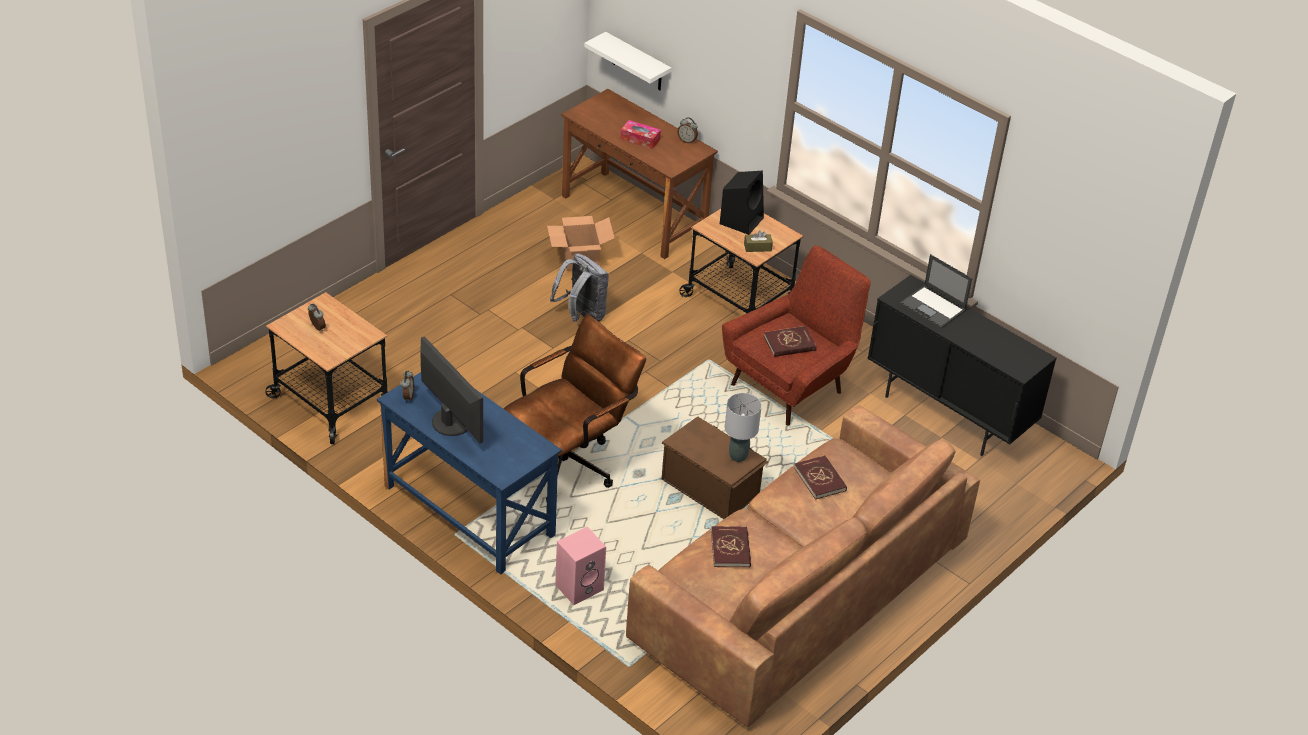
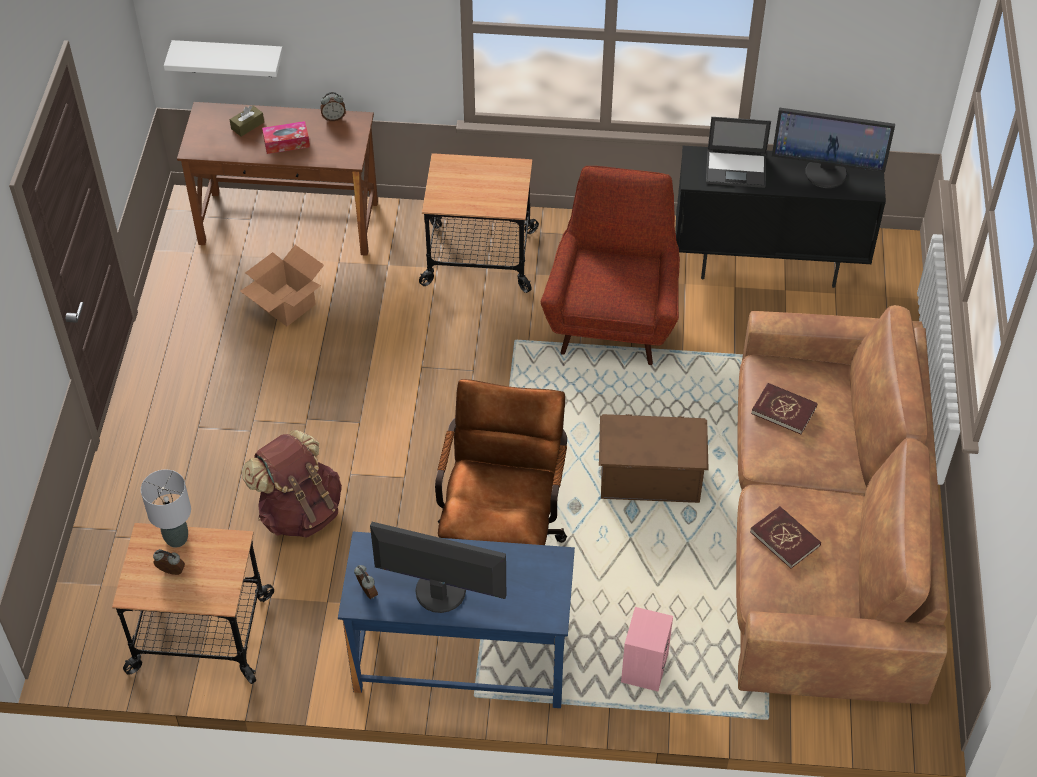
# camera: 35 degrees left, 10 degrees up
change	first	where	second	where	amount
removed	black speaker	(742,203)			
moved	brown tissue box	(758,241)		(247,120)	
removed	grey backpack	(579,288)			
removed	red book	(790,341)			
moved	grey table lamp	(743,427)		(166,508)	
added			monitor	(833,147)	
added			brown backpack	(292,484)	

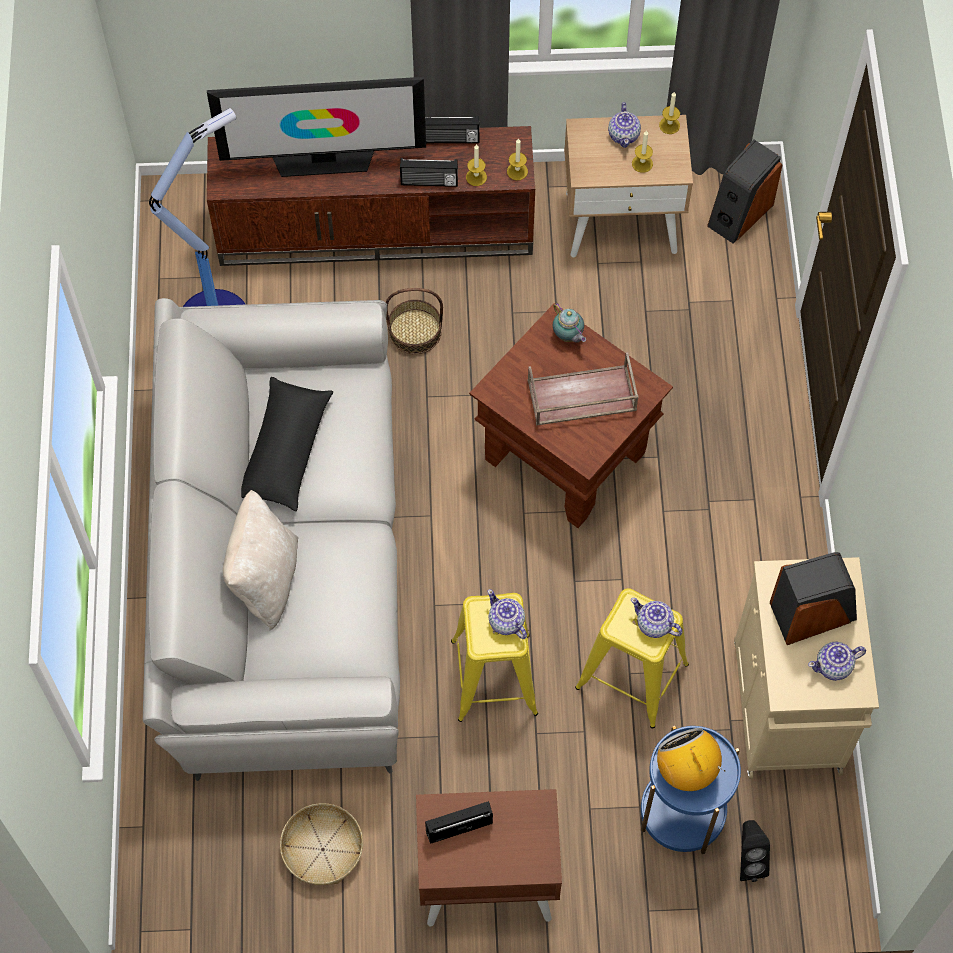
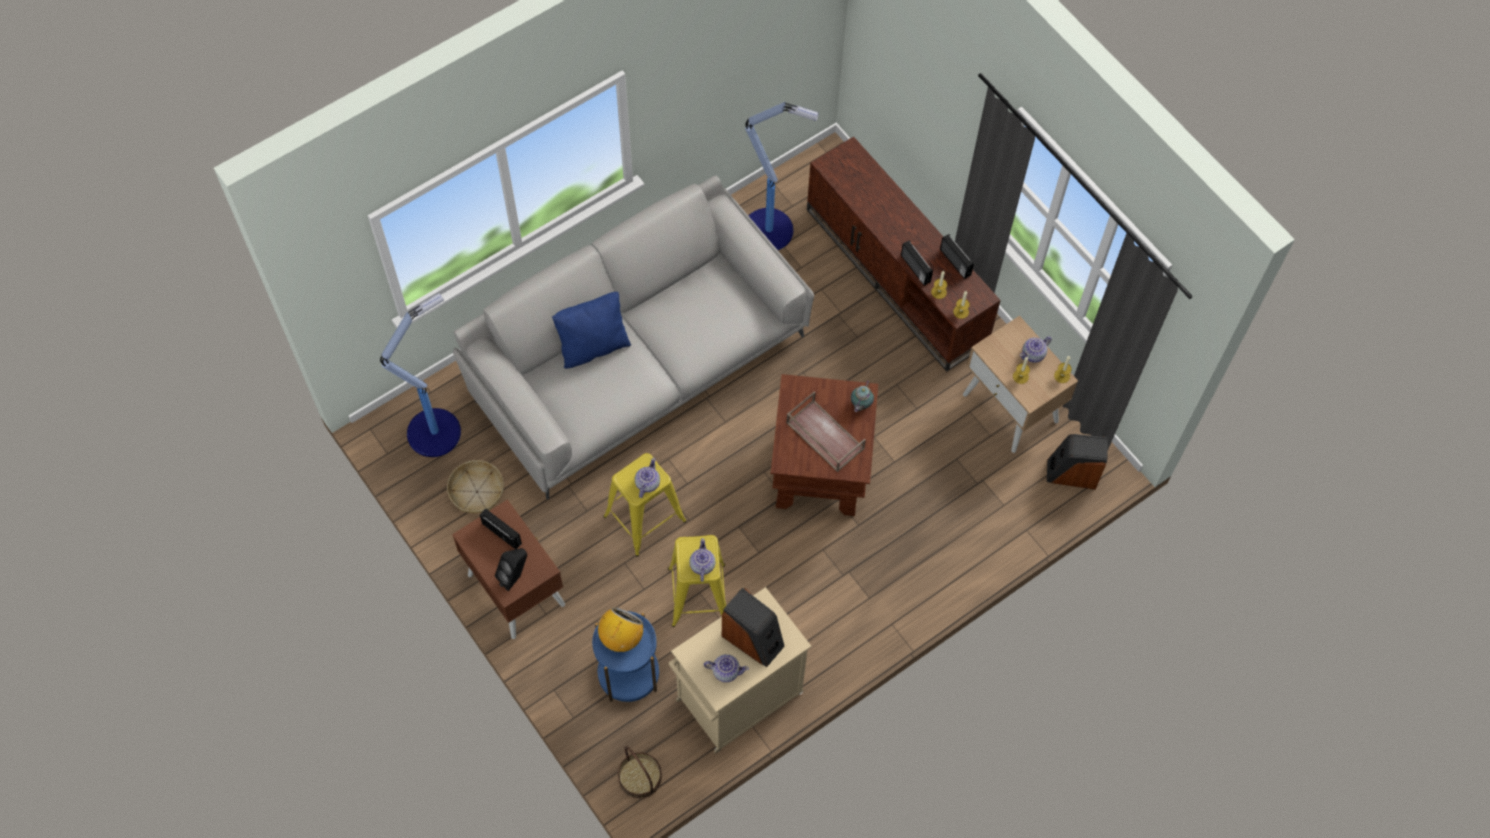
# camera: 55 degrees right, 0 degrees up
change	first	where	second	where	amount
removed	television	(316,127)			
moved	basket	(414,321)		(640,772)	
removed	black pillow	(287,444)			
recoloured	beige pillow	(260,560)	blue pillow	(591,330)	
turned	teapot	(837,661)		(726,668)	150 degrees clockwise
moved	black speaker	(755,851)		(511,569)	
added			floor lamp	(420,375)	

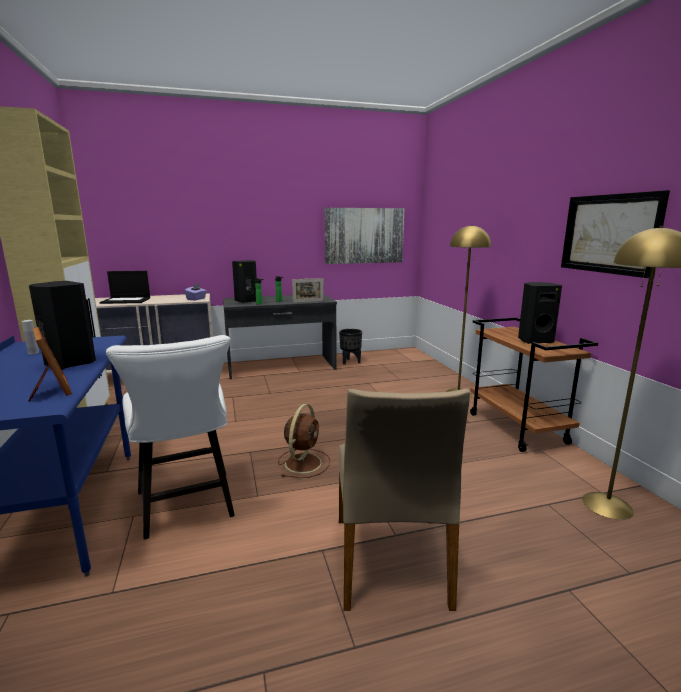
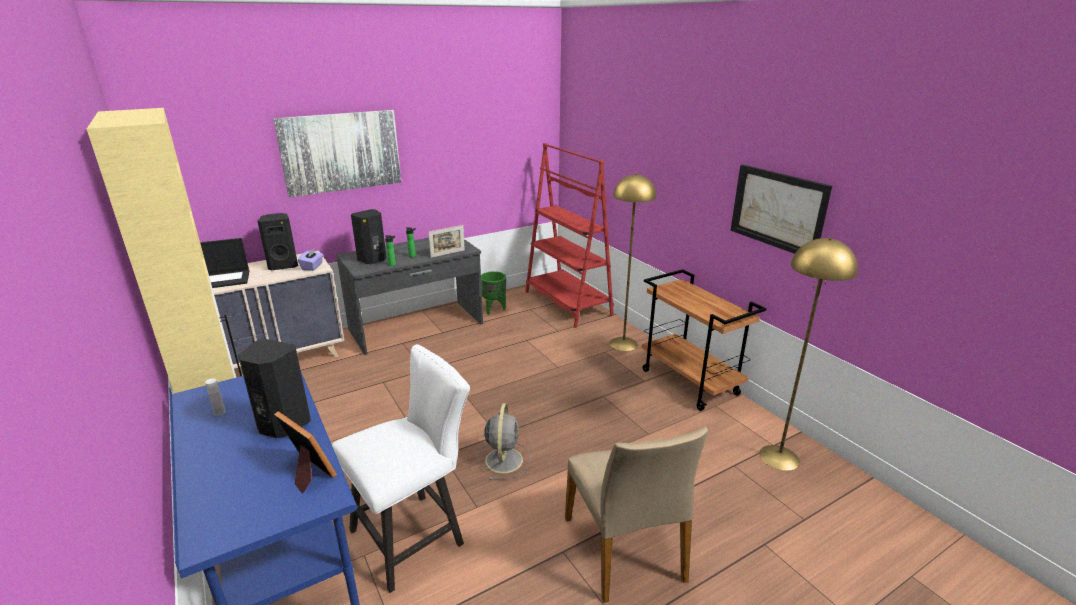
# camera: 15 degrees left, 10 degrees up
change	first	where	second	where	amount
moved	picture	(364,236)		(337,153)	
moved	black speaker	(540,313)		(278,241)	
recoloured	black planter	(350,347)	green planter	(493,293)	
turned	white chair	(170,437)		(401,468)	90 degrees counterclockwise
recoloured	brown fan	(304,441)	grey fan	(504,441)	
added			red bookcase	(569,235)	

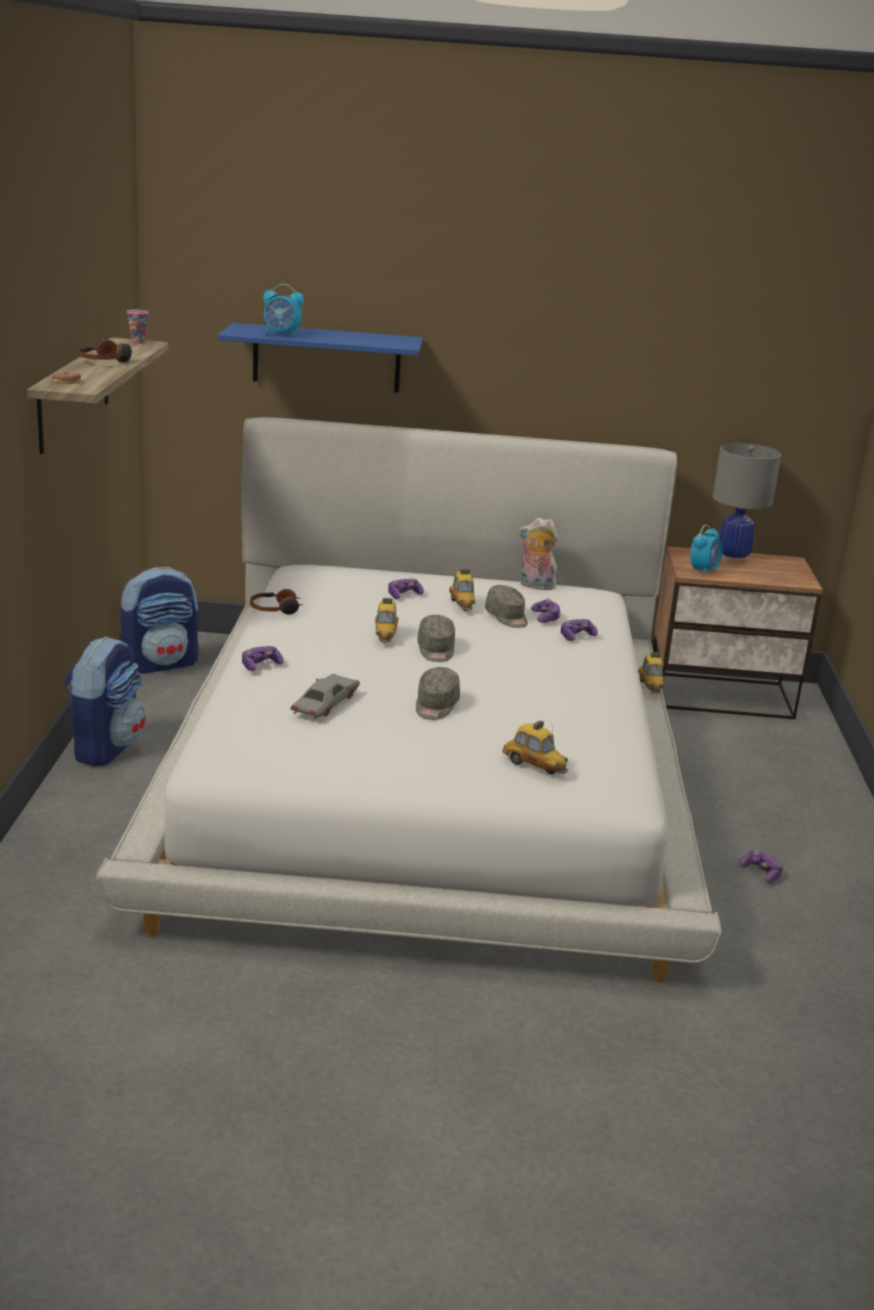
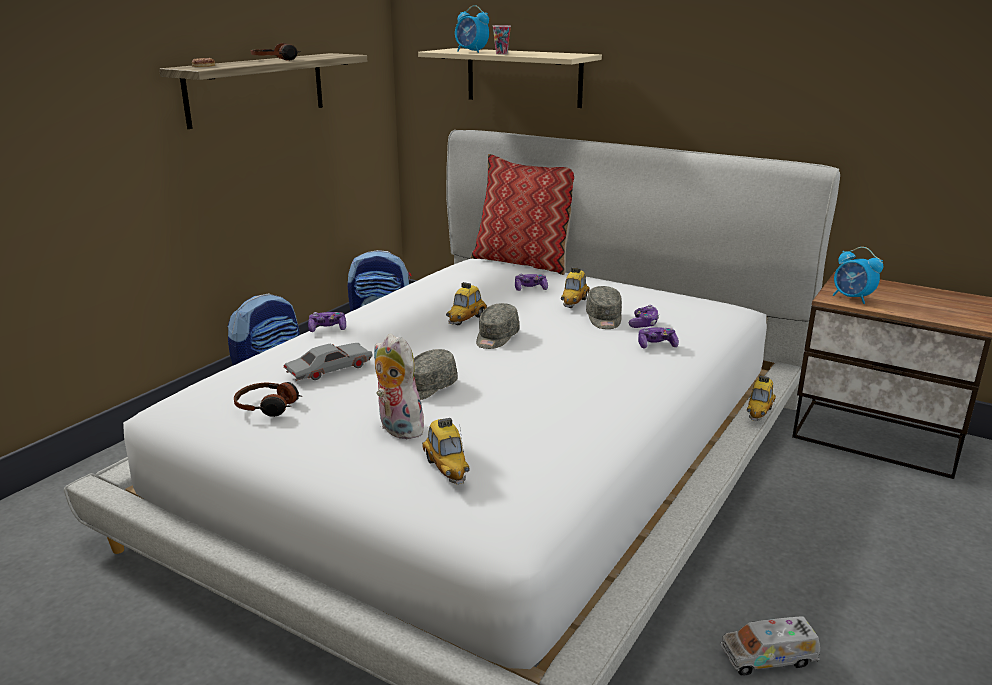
# camera: 30 degrees right, 0 degrees up
change	first	where	second	where	amount
moved	cup	(138,327)		(502,39)	
recoloured	blue shelf	(320,357)	beige shelf	(510,78)	
removed	grey table lamp	(747,503)			
moved	plush toy	(538,554)		(401,386)	
turned	alarm clock	(706,550)		(858,275)	75 degrees clockwise
moved	headphones	(276,602)		(268,399)	
replaced	game controller	(761,866)	toy truck	(770,646)	
added			pillow	(522,214)	

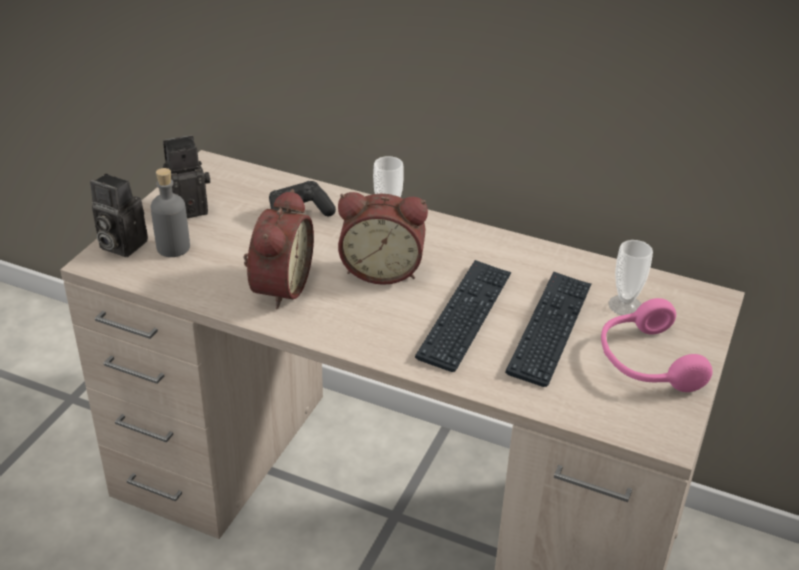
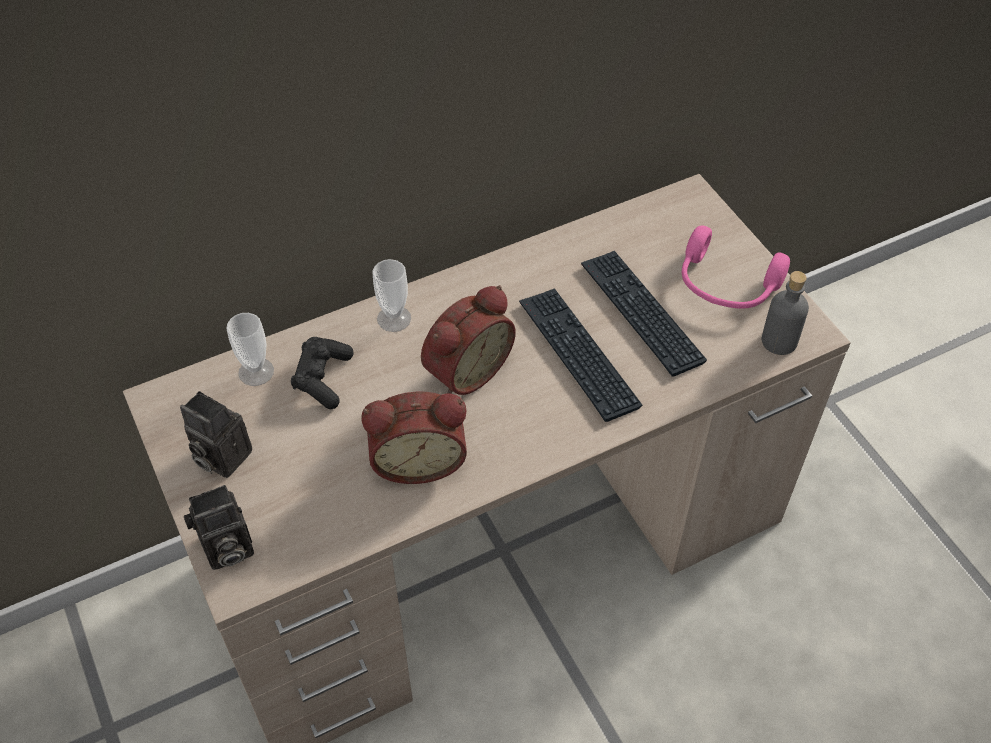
# camera: 50 degrees left, 15 degrees up
change	first	where	second	where	amount
turned	photo camera	(186,176)		(216,434)	75 degrees counterclockwise
moved	grey bottle	(170,212)		(785,313)	
turned	alarm clock	(278,249)		(414,438)	120 degrees clockwise
moved	cup	(630,277)		(250,349)	

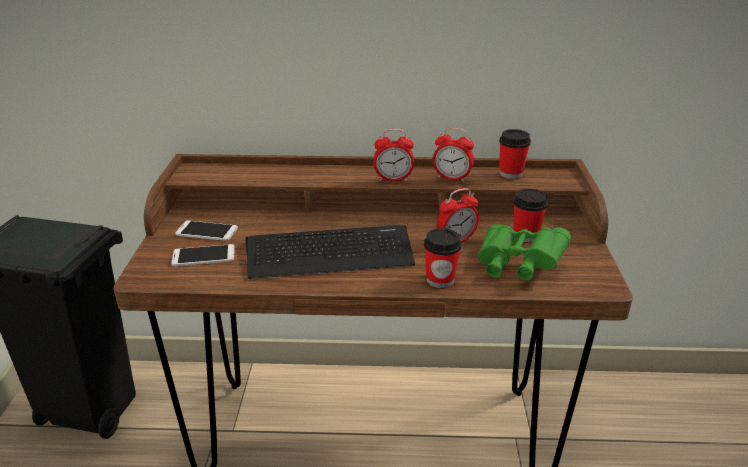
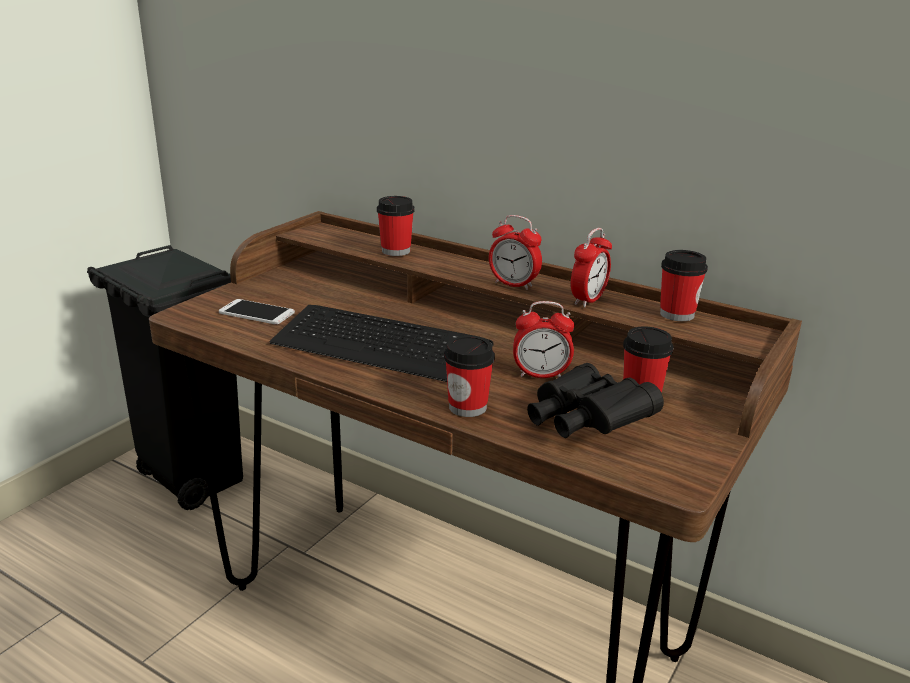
# camera: 30 degrees right, 5 degrees down
change	first	where	second	where	amount
turned	alarm clock	(453,155)		(591,268)	105 degrees counterclockwise
removed	phone	(206,230)			
recoloured	green binoculars	(524,252)	black binoculars	(595,400)	
added			cup	(396,226)	

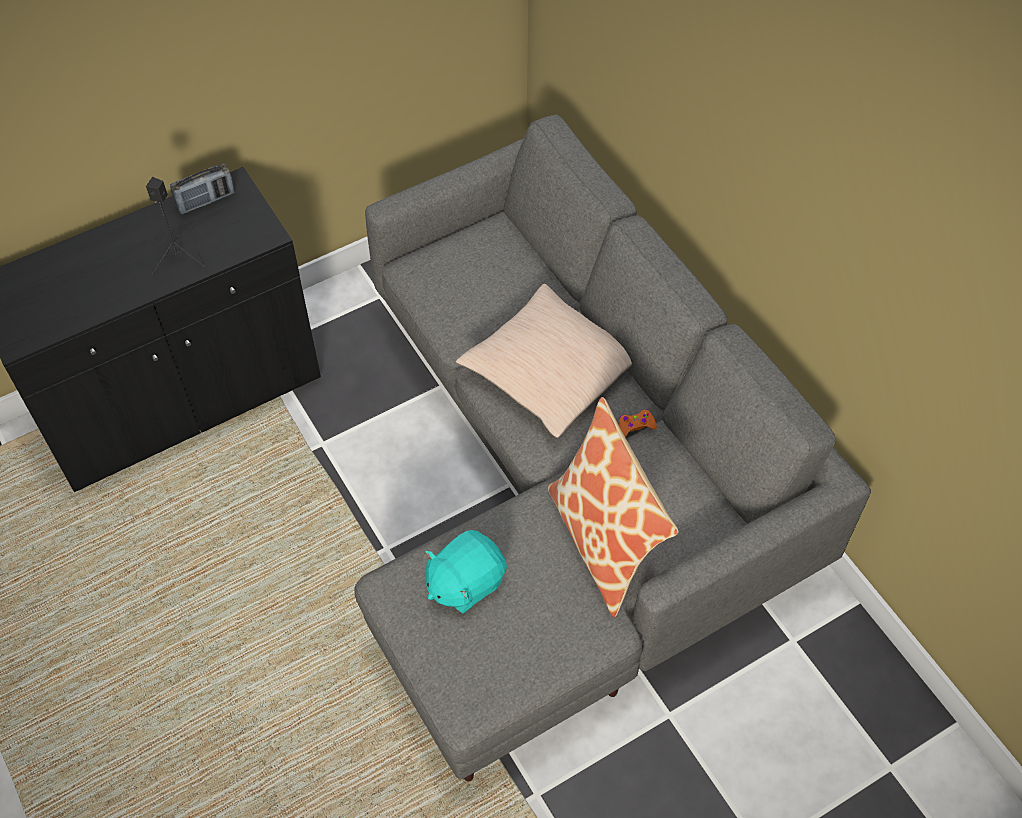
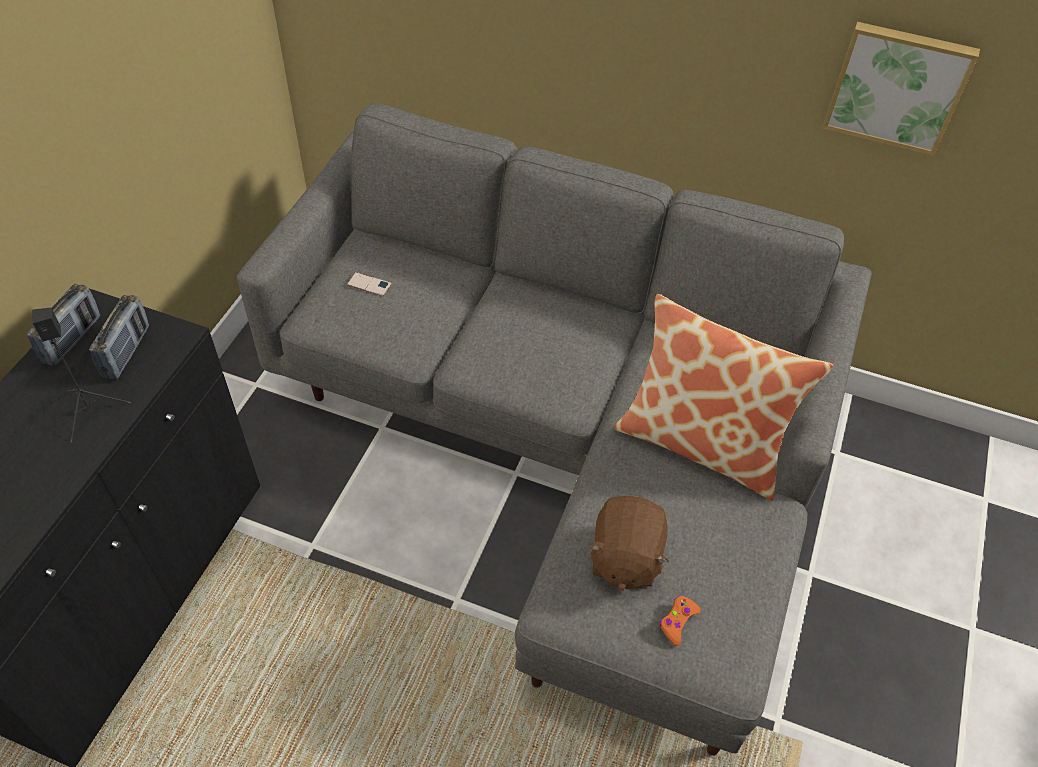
# camera: 40 degrees left, 5 degrees down
change	first	where	second	where	amount
removed	beige pillow	(544,361)			
moved	orange game controller	(638,423)		(680,621)	
recoloured	turquoise plush toy	(466,572)	brown plush toy	(628,543)	
added			picture	(901,89)	
added			phone	(369,284)	
added			radio	(119,337)	

